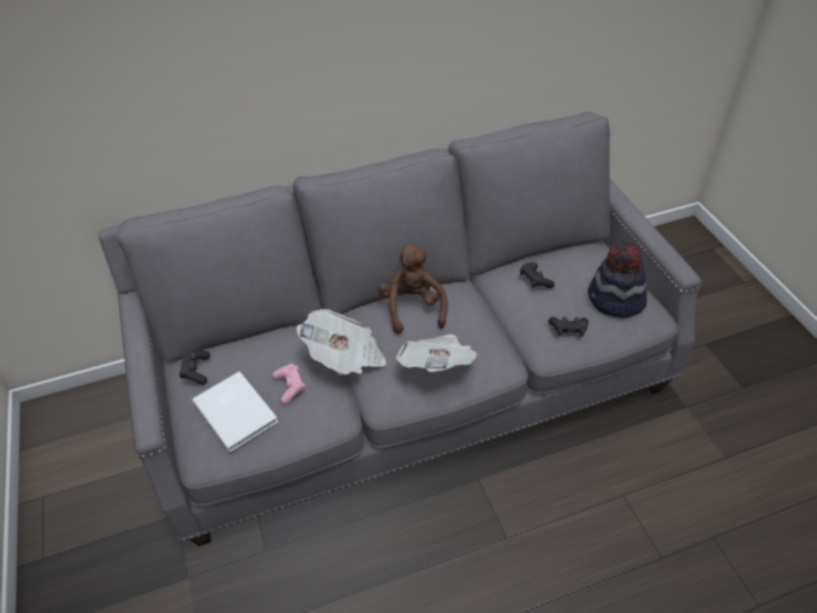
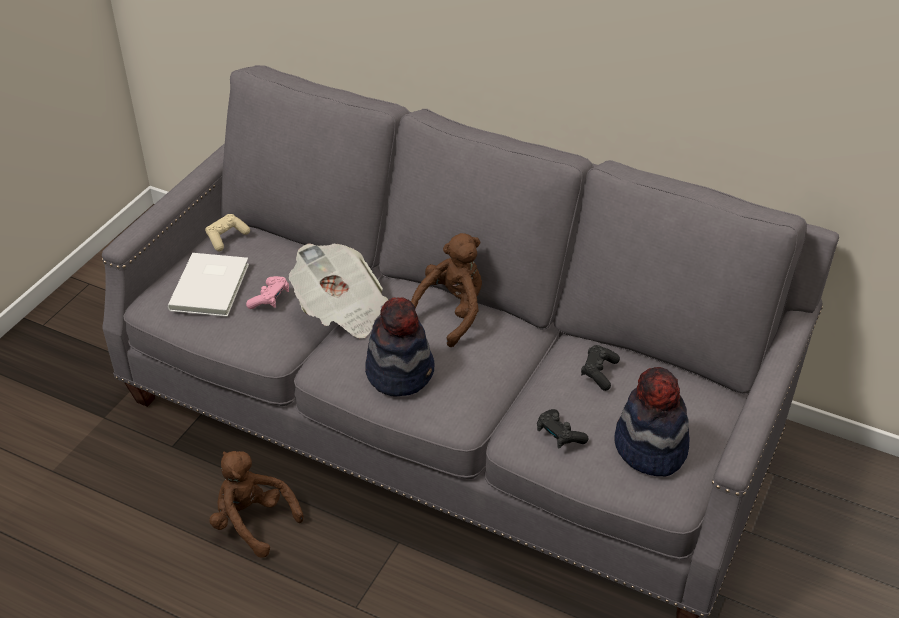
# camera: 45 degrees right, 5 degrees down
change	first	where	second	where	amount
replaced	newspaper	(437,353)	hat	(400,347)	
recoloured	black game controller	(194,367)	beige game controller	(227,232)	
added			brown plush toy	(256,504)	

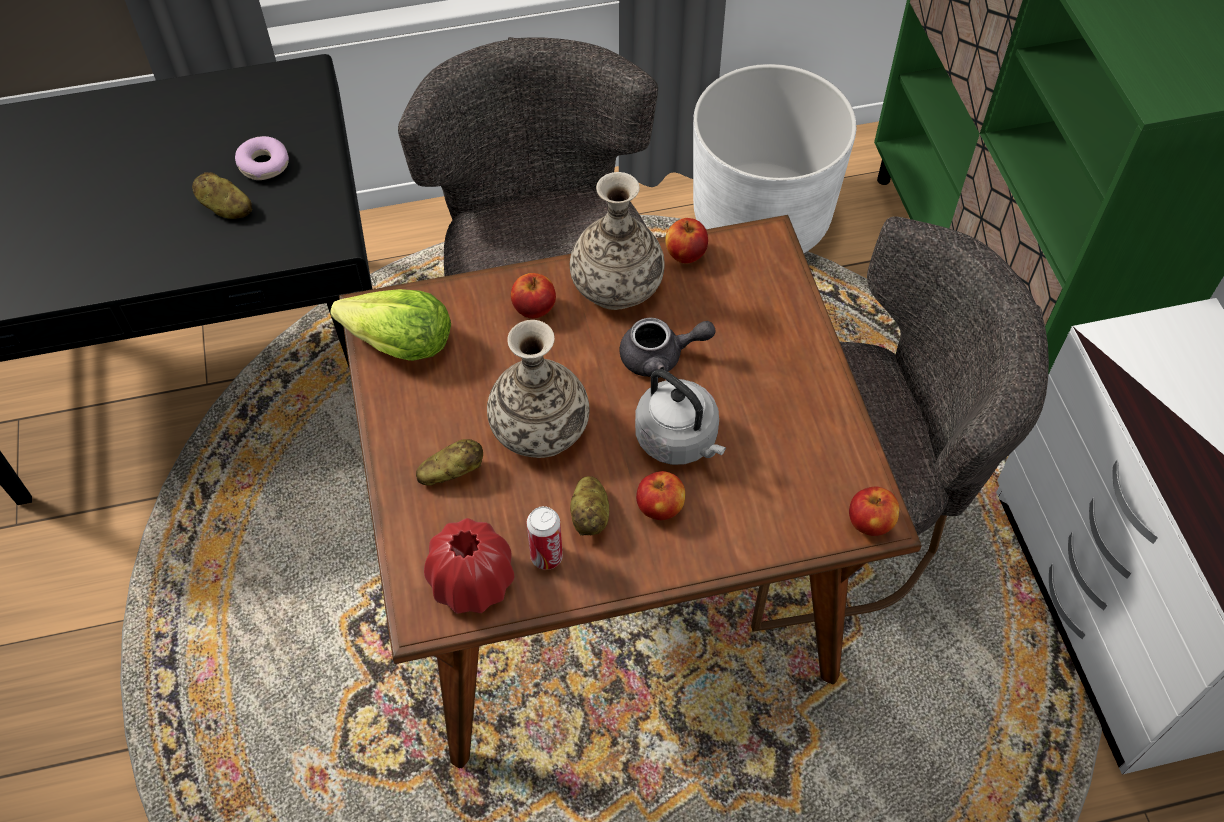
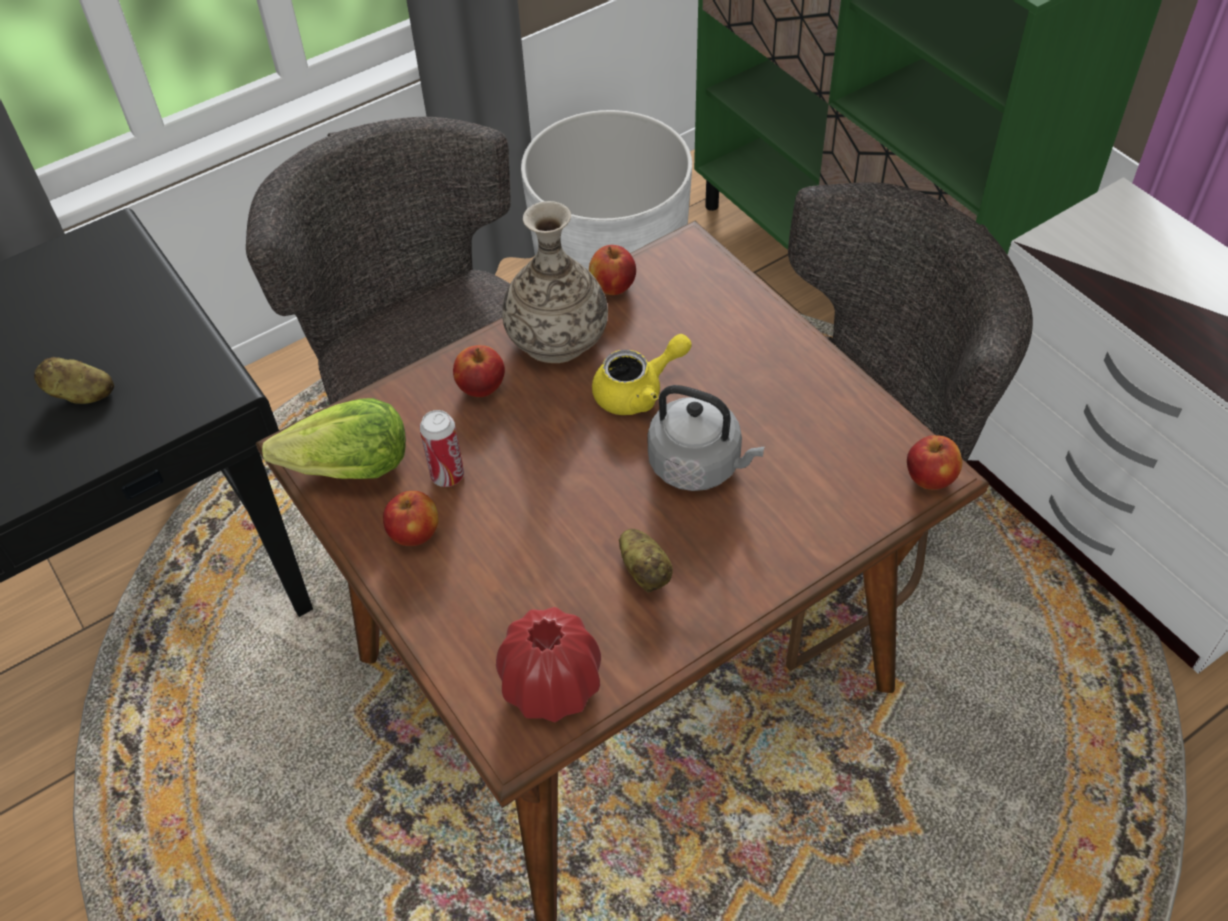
# camera: 20 degrees left, 5 degrees down
change	first	where	second	where	amount
removed	donut	(262,158)			
recoloured	grey teapot	(667,347)	yellow teapot	(642,374)	
removed	vase	(538,389)			
removed	potato	(449,462)			
moved	apple	(660,495)		(410,518)	
moved	can	(545,538)		(441,448)	

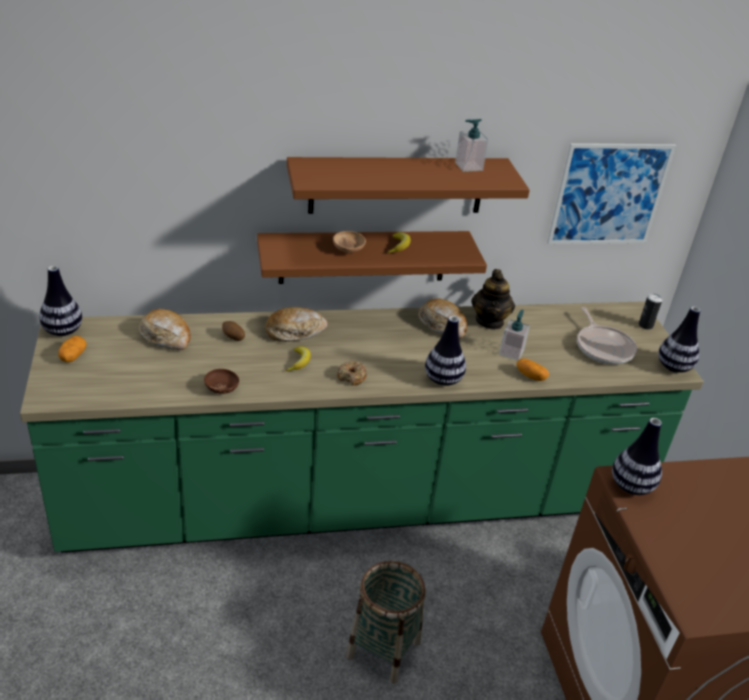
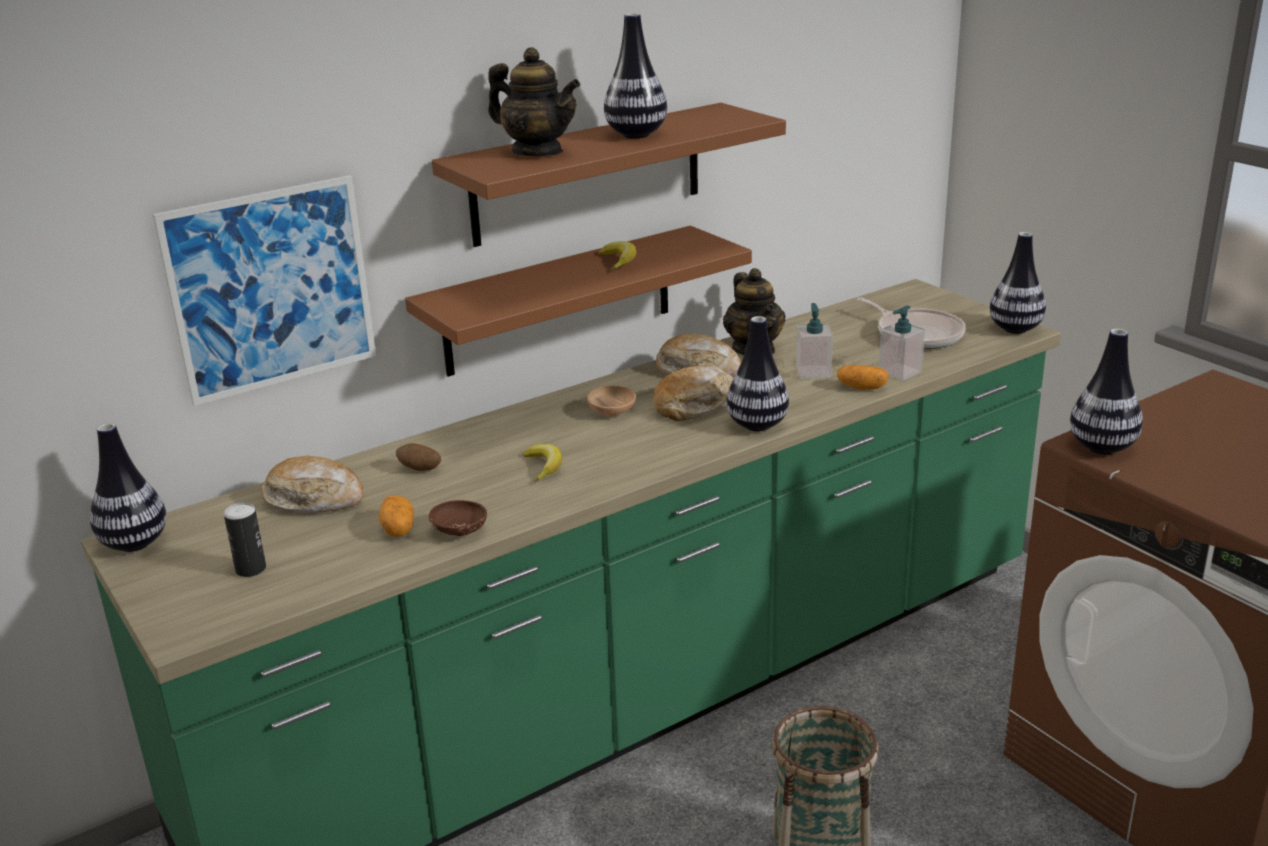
# camera: 20 degrees left, 10 degrees down
change	first	where	second	where	amount
moved	soap dispenser	(471,145)		(902,343)	
moved	picture	(611,193)		(264,290)	
moved	brown bowl	(349,242)		(611,401)	
moved	can	(650,312)		(245,539)	
moved	bread	(296,324)		(693,393)	
moved	potato	(72,349)		(396,516)	
removed	donut	(352,373)			
added			vase	(635,75)	
added			teapot	(534,101)	

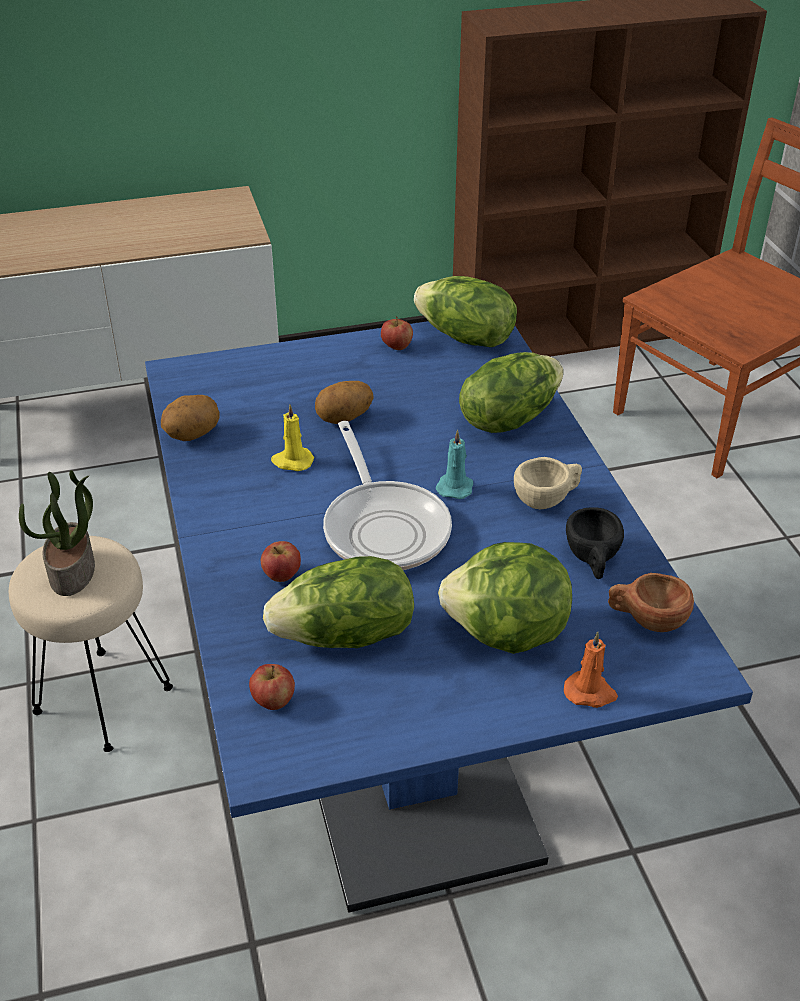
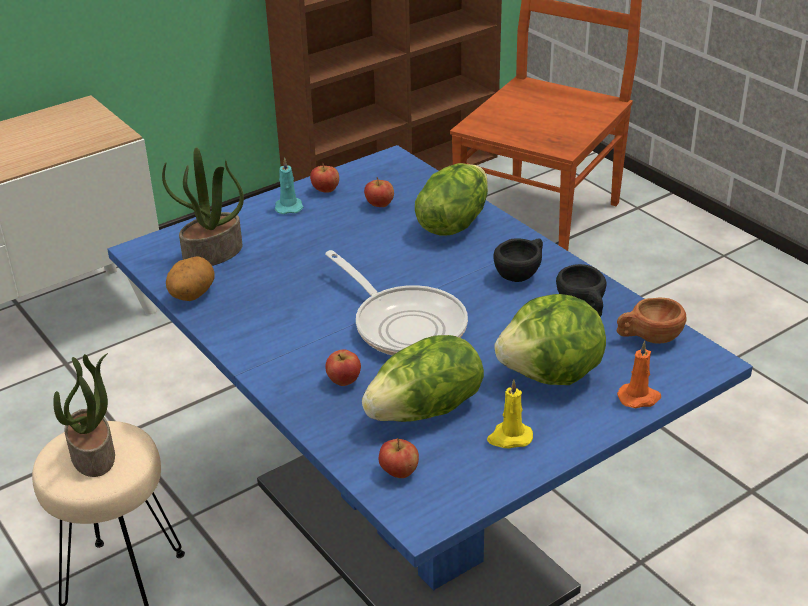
# camera: 20 degrees left, 5 degrees down
change	first	where	second	where	amount
removed	lettuce	(465,311)			
removed	potato	(344,402)			
moved	yellow candle	(292,437)		(510,414)	
moved	turquoise candle	(454,464)		(289,185)	
recoloured	beige cup	(548,483)	black cup	(518,260)	
added			potted plant	(203,206)	
added			apple	(379,192)	

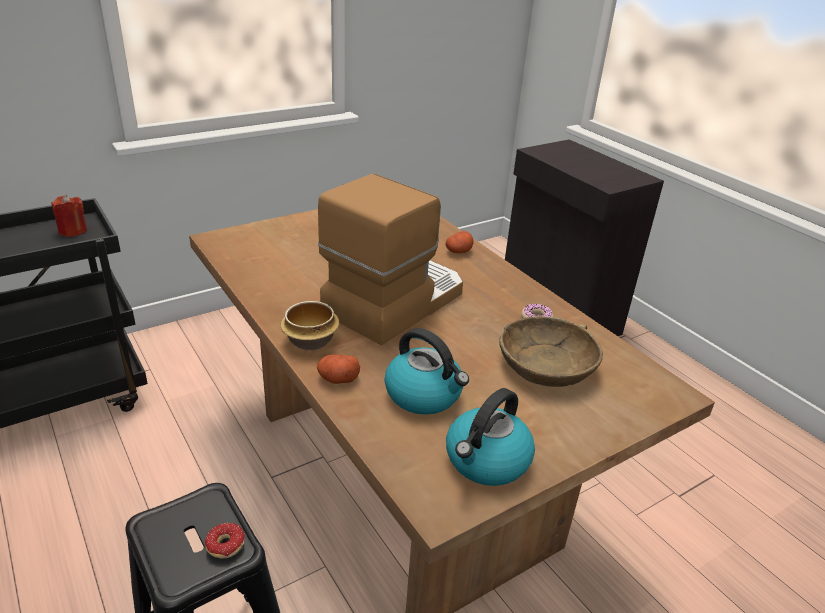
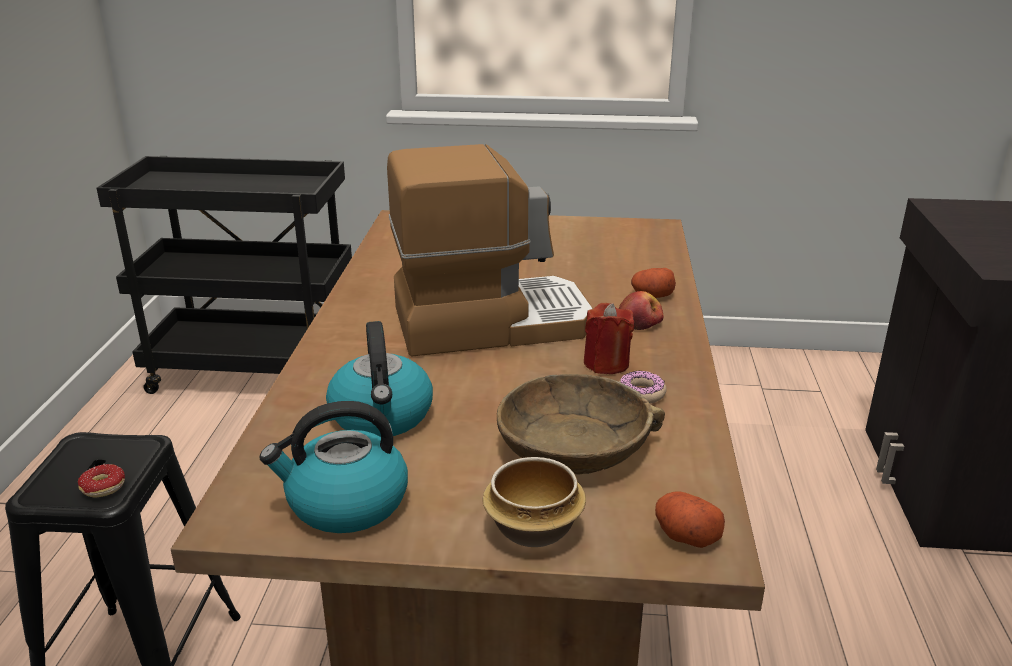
# camera: 40 degrees right, 5 degrees down
change	first	where	second	where	amount
moved	red candle	(69,216)		(609,338)	
moved	bowl	(309,325)		(534,502)	
moved	potato	(338,369)		(690,519)	
added			apple	(641,310)	

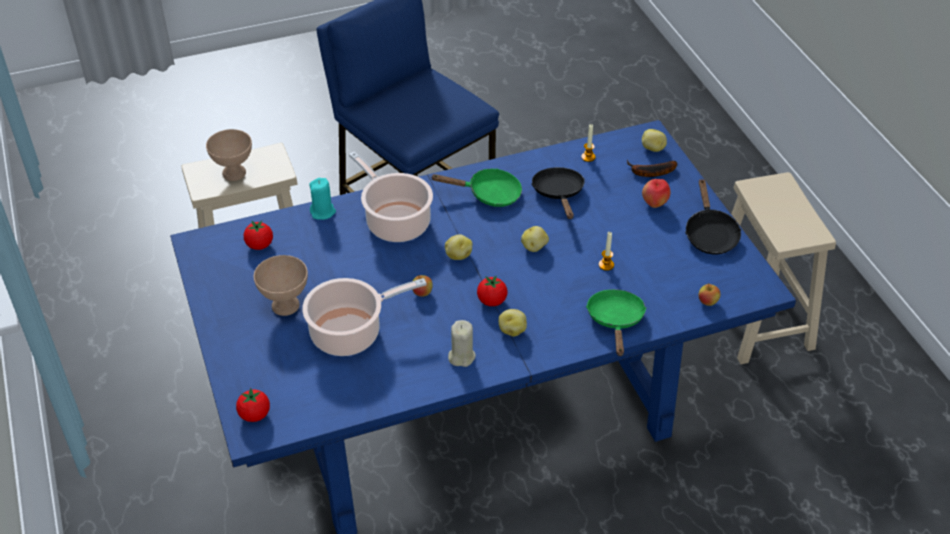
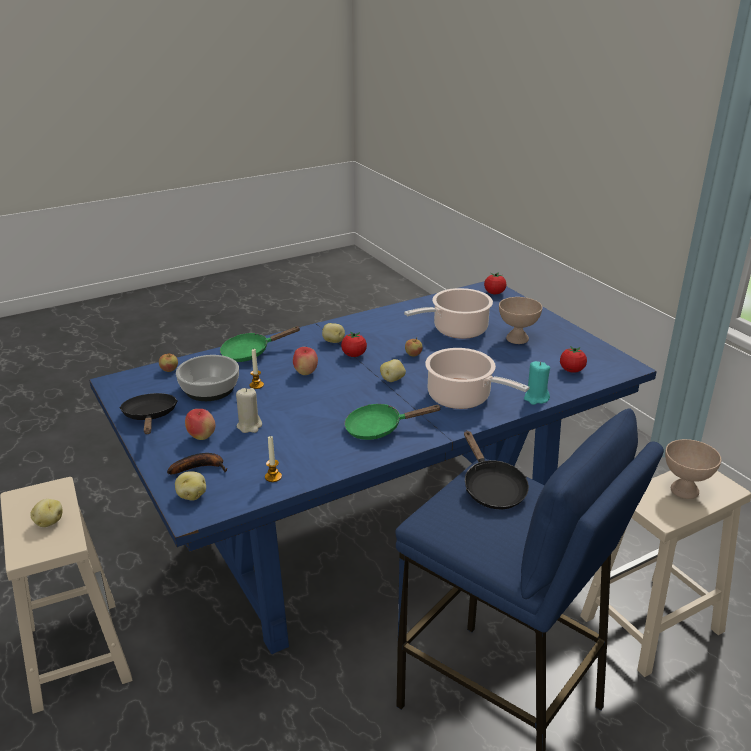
# camera: 170 degrees right, 15 degrees down
change	first	where	second	where	amount
moved	black frying pan	(558,193)		(496,469)	
moved	potato	(535,239)		(46,513)	
turned	green frying pan	(616,322)		(260,344)	75 degrees clockwise
moved	beige candle	(462,343)		(249,410)	
added			apple	(305,361)	
added			bowl	(207,378)	

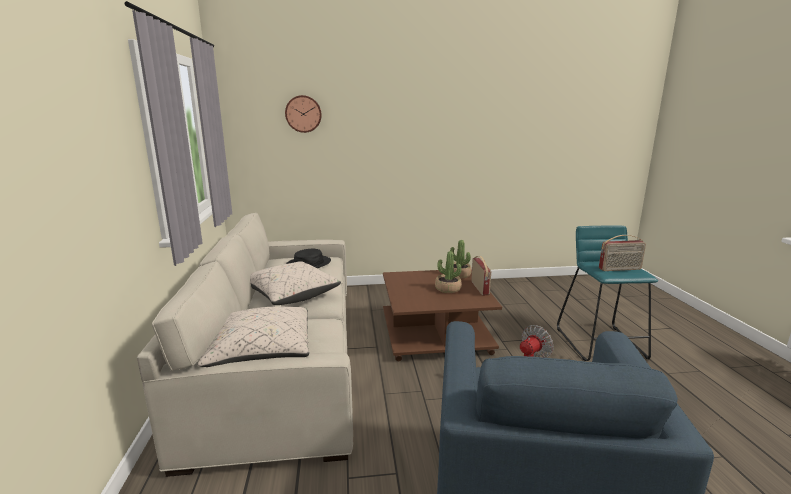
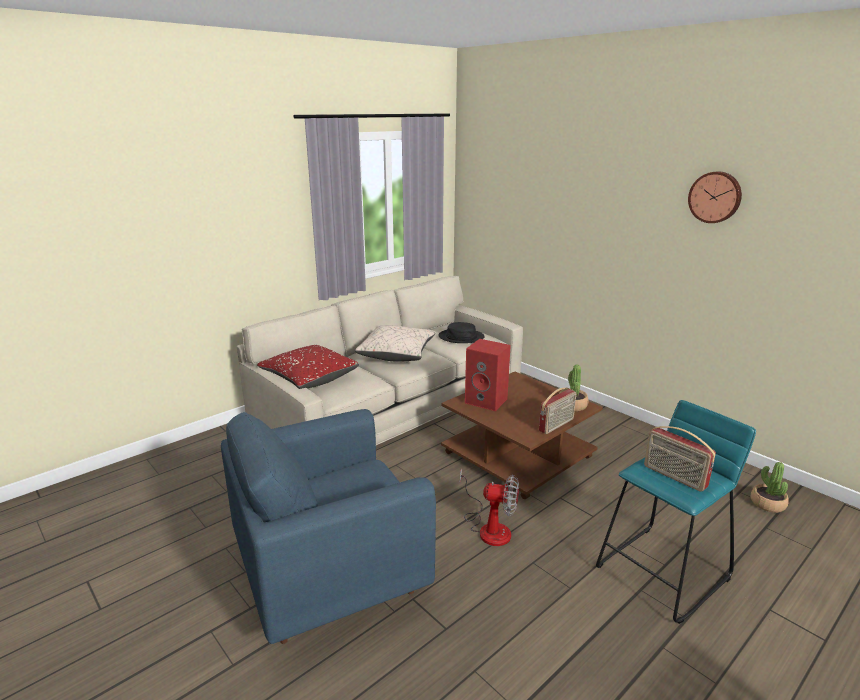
# camera: 55 degrees right, 5 degrees up
change	first	where	second	where	amount
moved	wall clock	(303,114)		(715,197)	
moved	potted plant	(448,272)		(770,487)	
recoloured	beige pillow	(253,337)	red pillow	(308,367)	
added			red speaker	(488,375)	

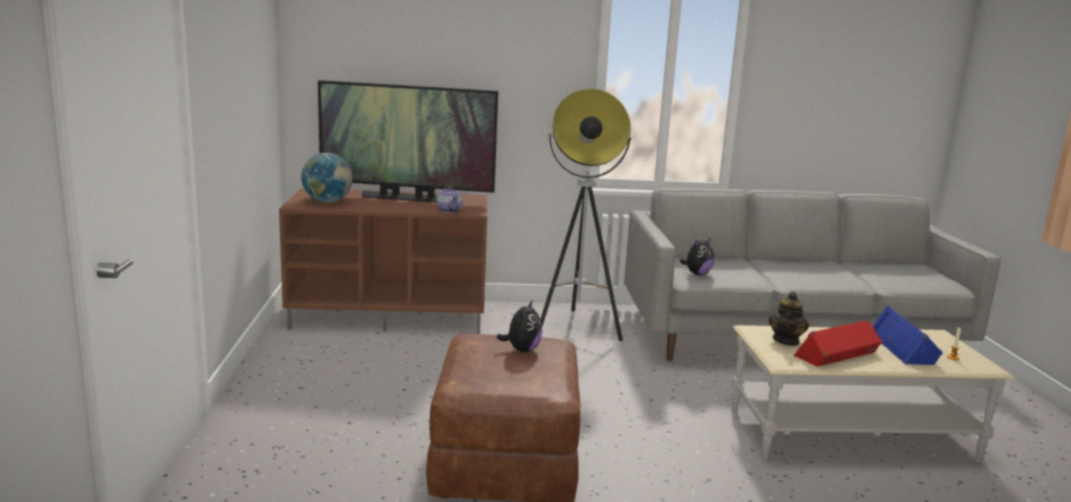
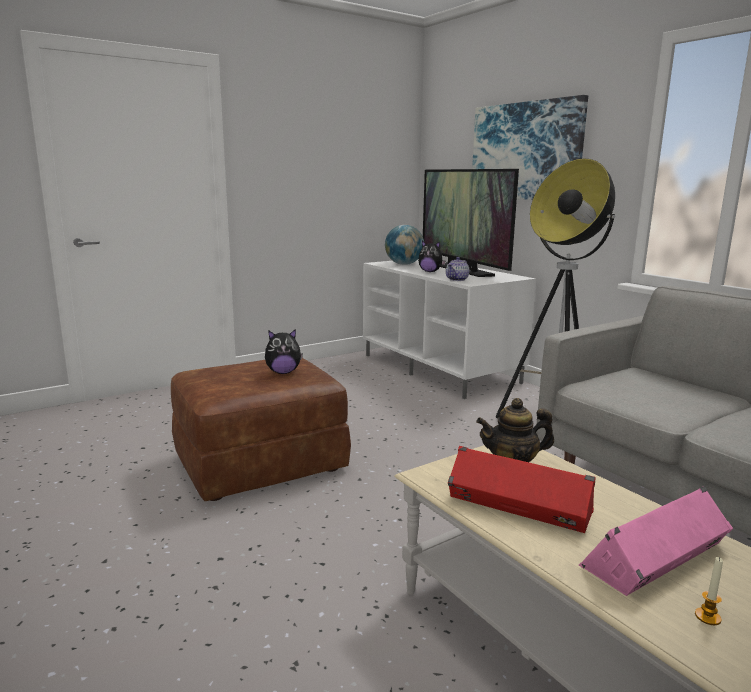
# camera: 60 degrees right, 0 degrees up
change	first	where	second	where	amount
recoloured	brown tv stand	(383,261)	white tv stand	(449,329)	
moved	plush toy	(697,256)		(432,256)	
recoloured	blue speaker	(908,335)	pink speaker	(656,541)	
added			picture	(530,147)	

